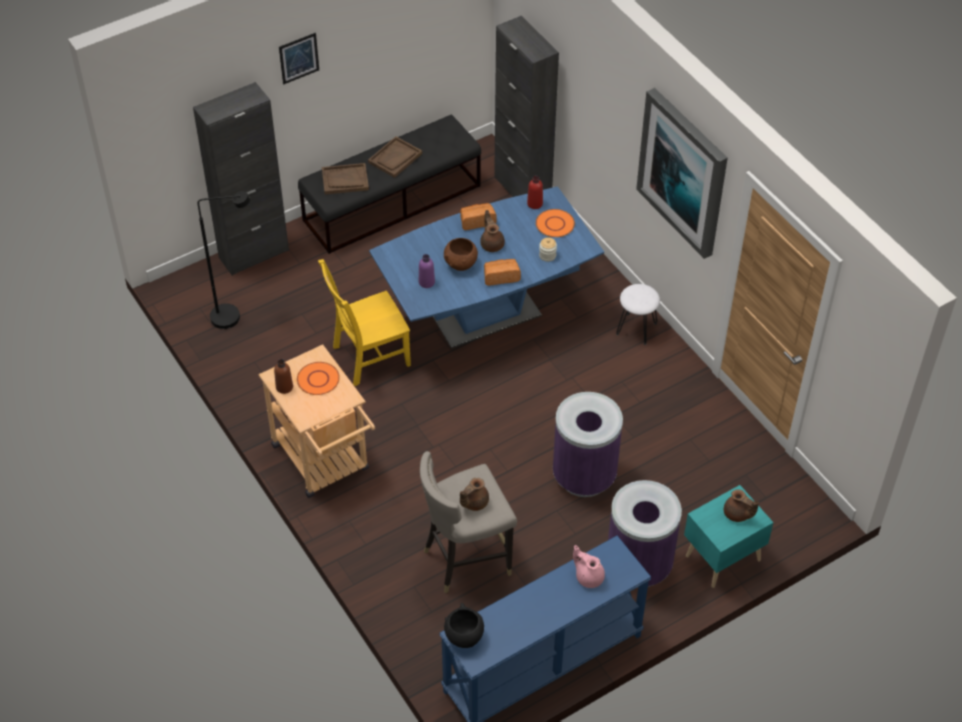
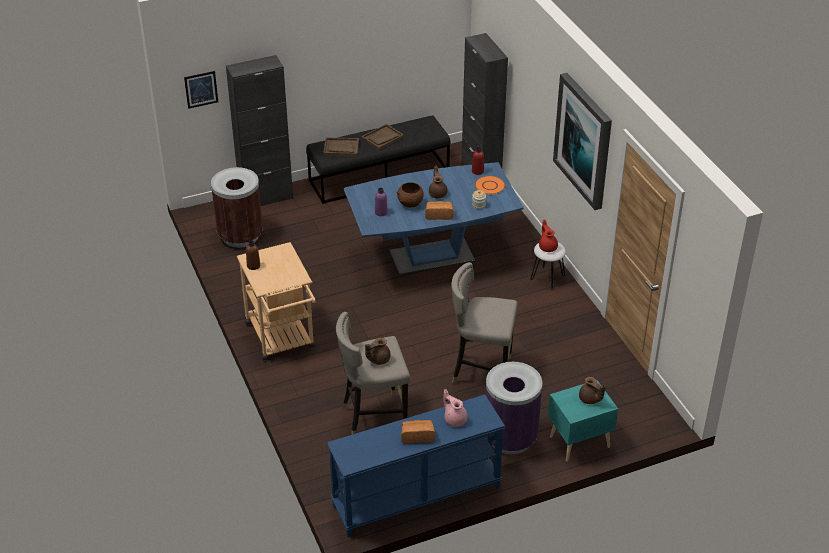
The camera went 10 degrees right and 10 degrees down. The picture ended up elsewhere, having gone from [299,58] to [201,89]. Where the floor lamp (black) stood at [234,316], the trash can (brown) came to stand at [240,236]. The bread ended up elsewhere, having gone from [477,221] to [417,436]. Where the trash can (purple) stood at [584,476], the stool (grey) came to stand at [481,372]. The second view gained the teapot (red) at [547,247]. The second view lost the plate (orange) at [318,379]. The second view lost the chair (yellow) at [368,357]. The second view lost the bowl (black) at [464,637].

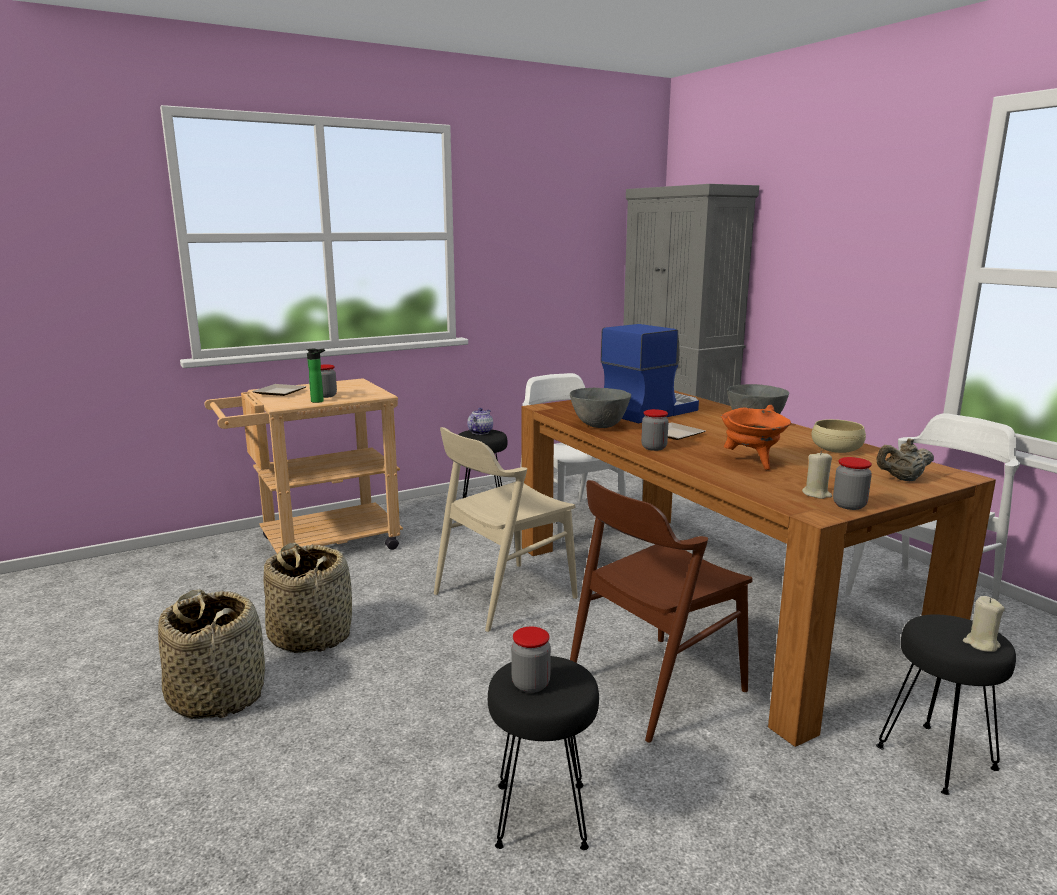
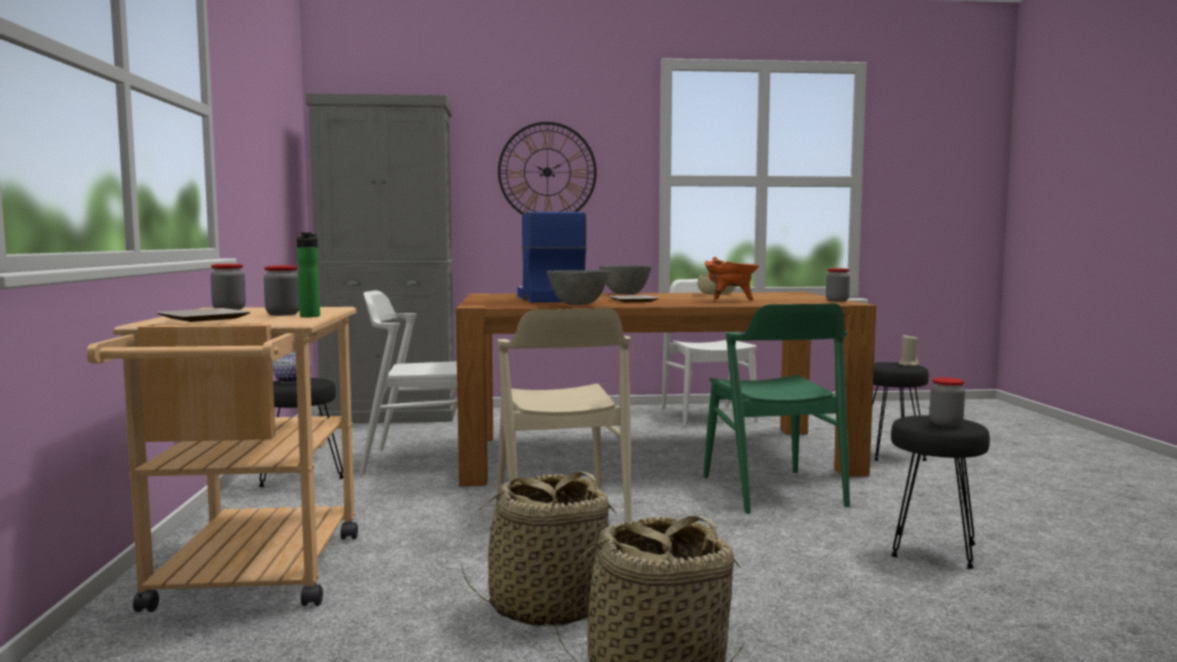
The camera went 65 degrees left and 10 degrees down. The jar ended up elsewhere, having gone from [654,448] to [229,309]. The second view gained the wall clock at [547,172]. What was the chair (brown) at [655,685] turned into the chair (green) at [773,491]. The second view lost the candle (beige) at [816,494]. The second view lost the teapot (beige) at [902,479].

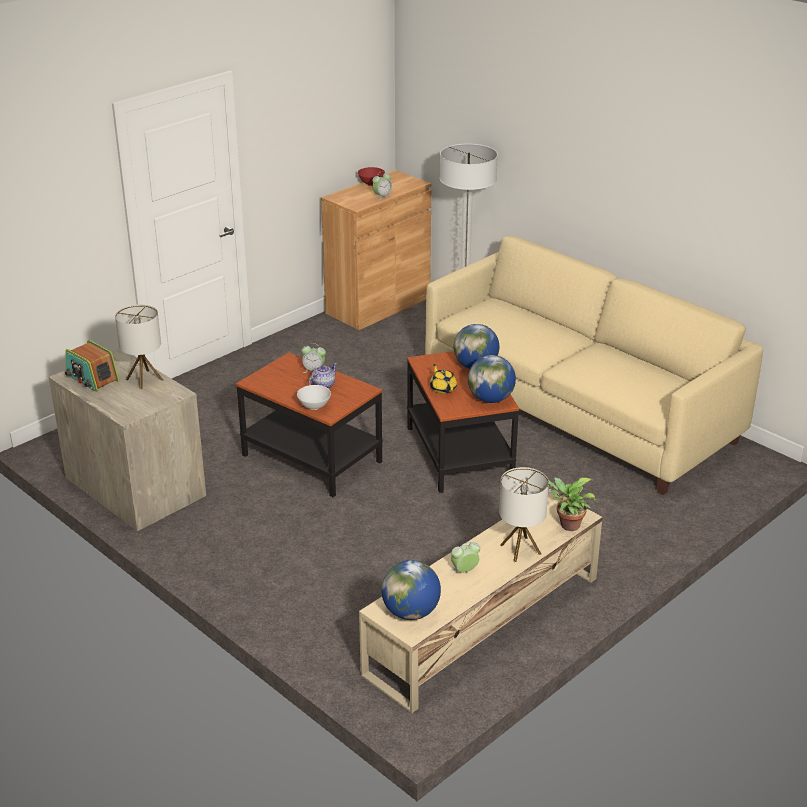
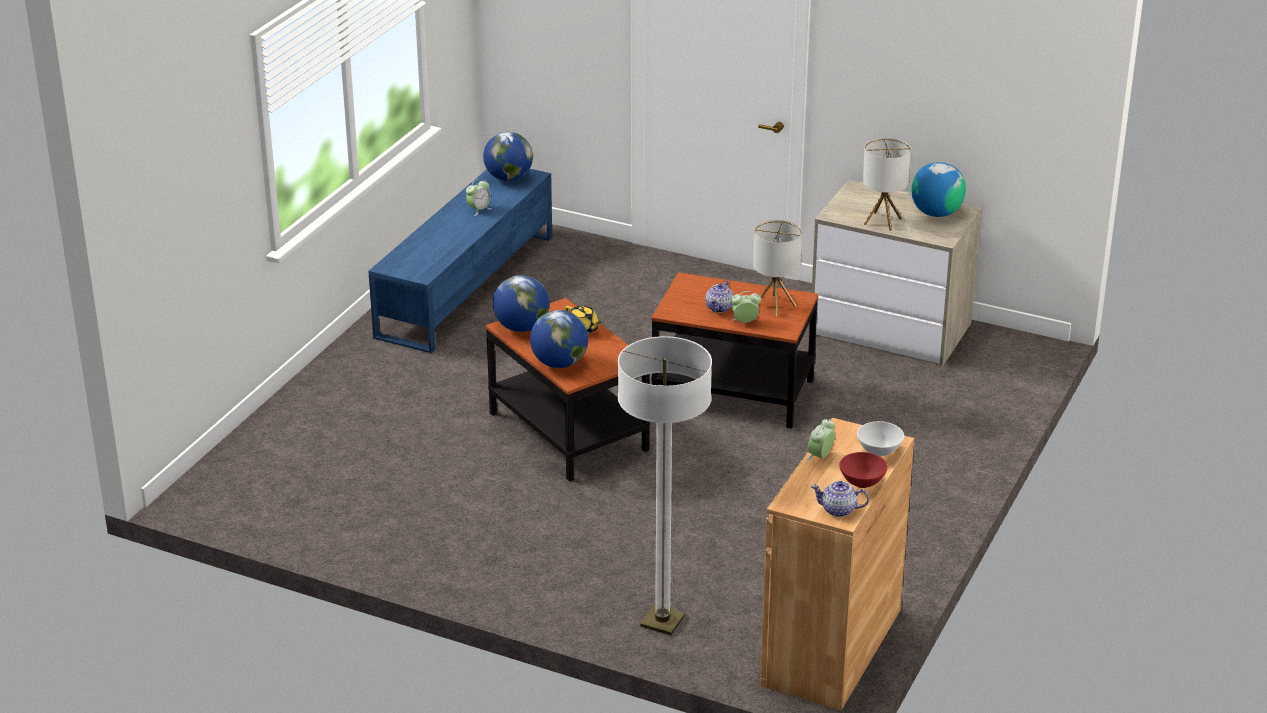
The camera went 160 degrees right and 0 degrees up. What was the tv stand (beige) at [482,625] turned into the tv stand (blue) at [467,285]. The table lamp ended up elsewhere, having gone from [520,549] to [775,305]. The second view gained the teapot at [839,510]. The bowl (white) ended up elsewhere, having gone from [314,407] to [879,452]. Where the radio stood at [92,378], the globe came to stand at [936,213]. The second view lost the sofa (beige) at [579,410]. The second view lost the potted plant at [567,525].

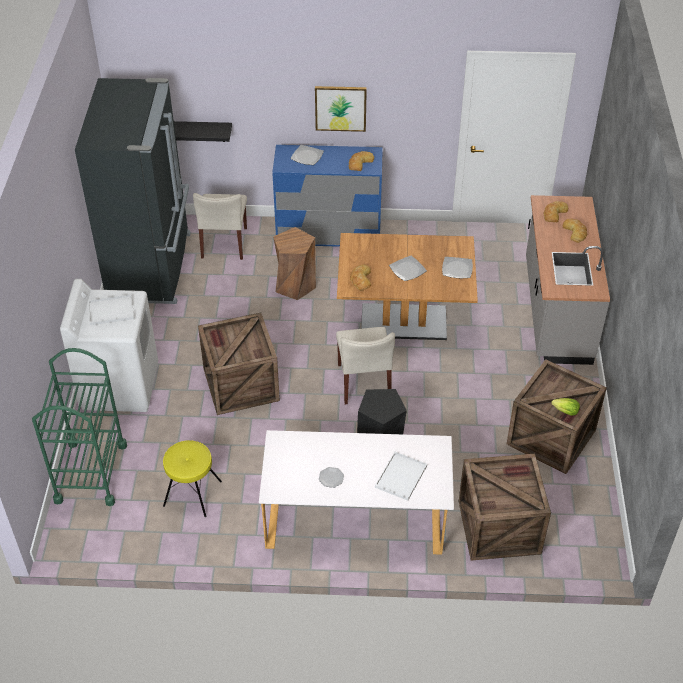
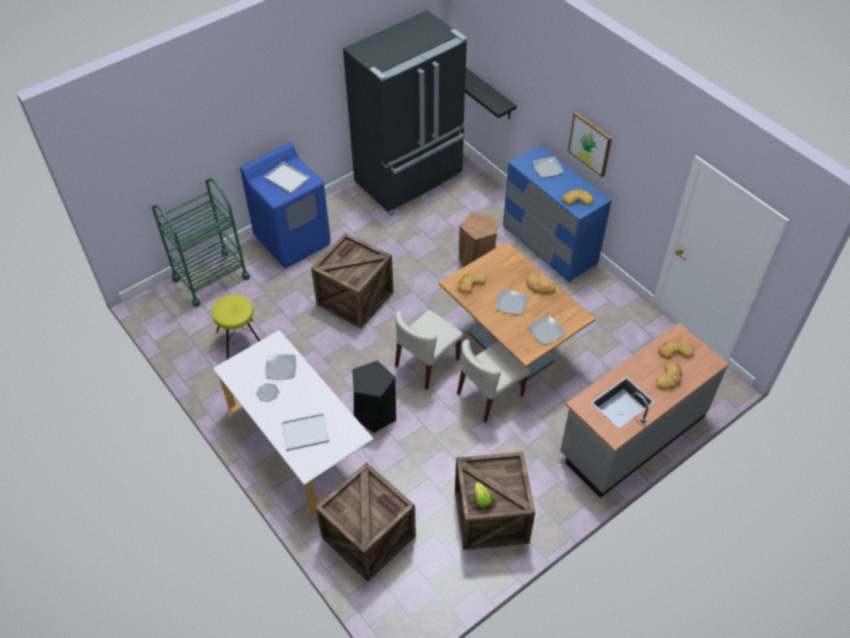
The camera went 50 degrees right and 5 degrees up. What was the washing machine (white) at [120,385] turned into the washing machine (blue) at [293,240]. The second view gained the plate at [280,367]. The chair (beige) ended up elsewhere, having gone from [224,243] to [490,395]. The second view gained the bread at [539,287].

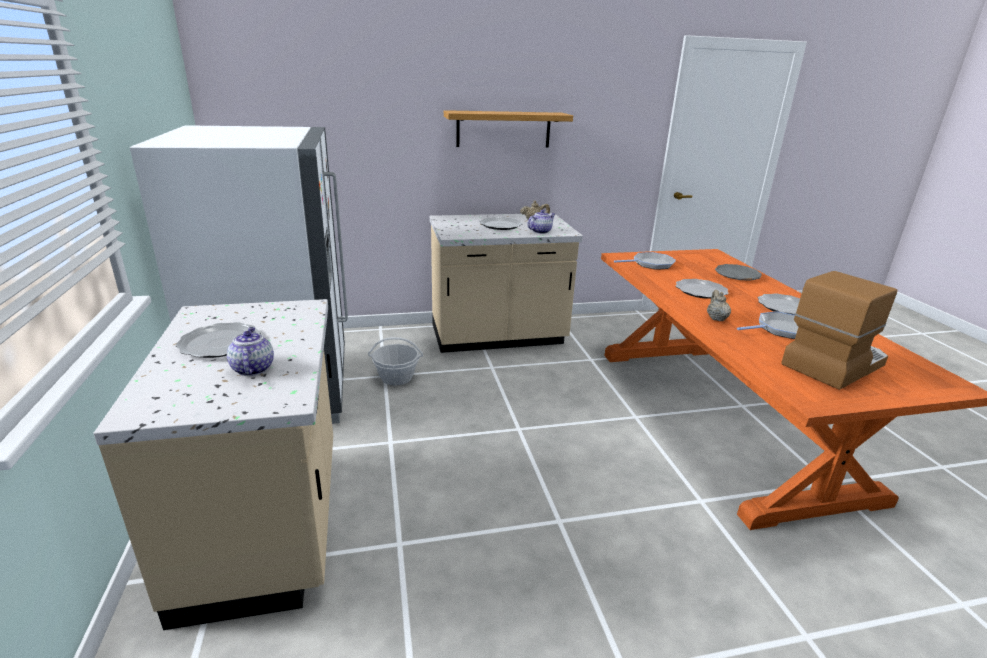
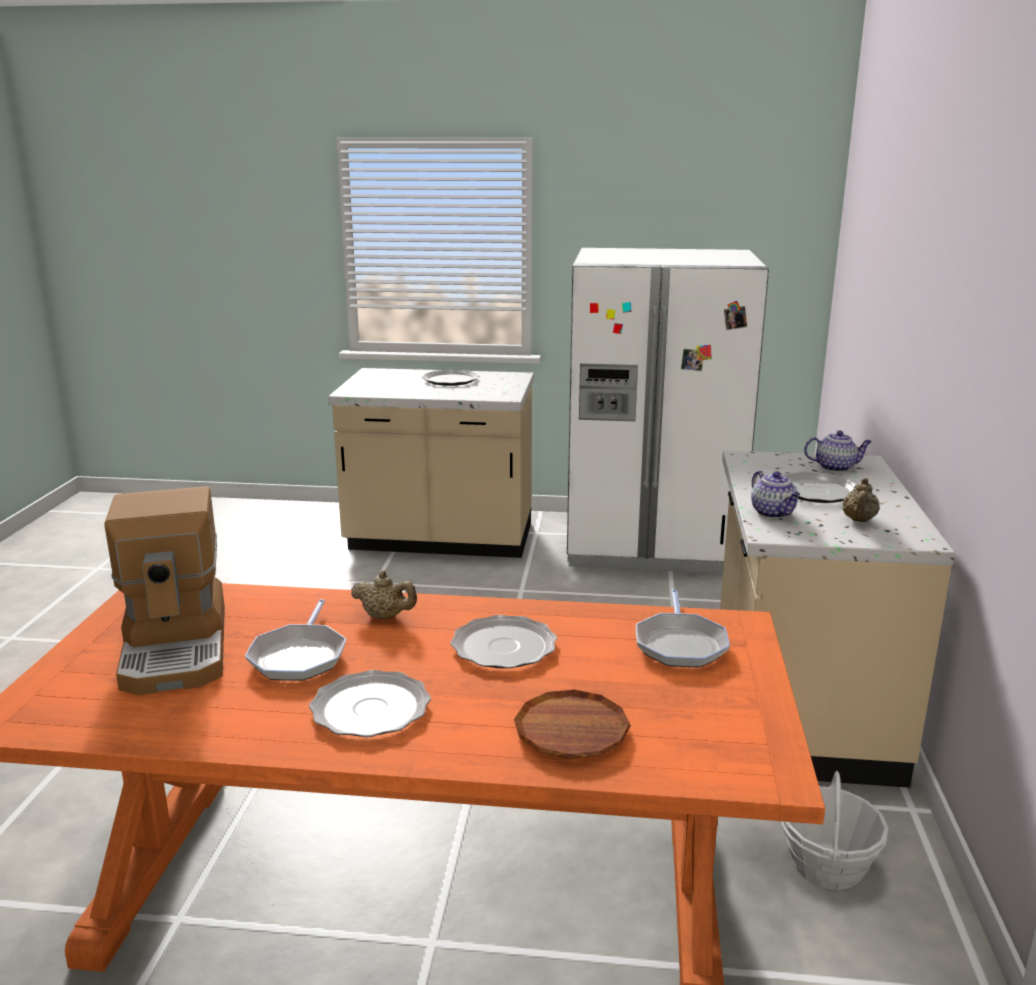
The camera went 110 degrees right and 5 degrees down. What was the plate (grey) at [737,275] turned into the plate (brown) at [571,731]. The basket ended up elsewhere, having gone from [396,377] to [827,866]. The teapot ended up elsewhere, having gone from [252,368] to [836,467]. The second view lost the shelf at [503,129].

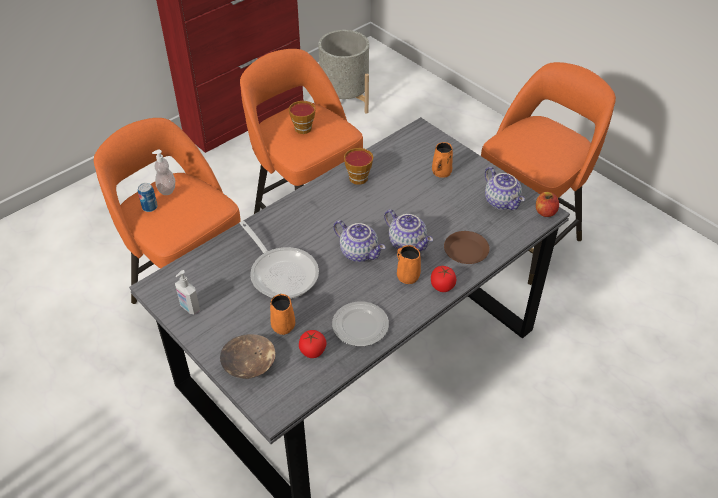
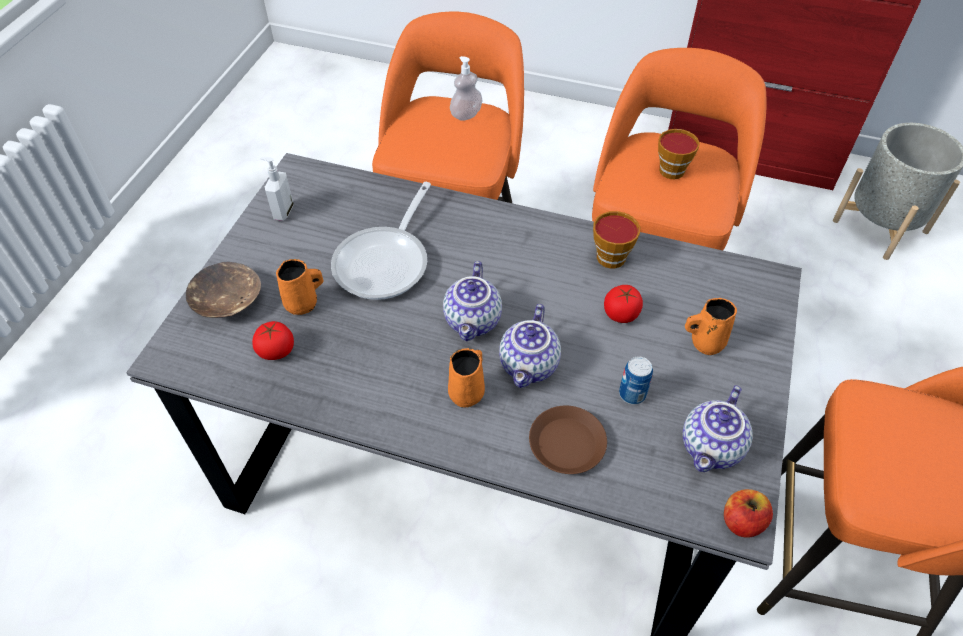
The camera went 60 degrees right and 5 degrees up. The tomato ended up elsewhere, having gone from [442,286] to [621,314]. The can ended up elsewhere, having gone from [150,207] to [632,394]. The second view lost the plate at [360,325].

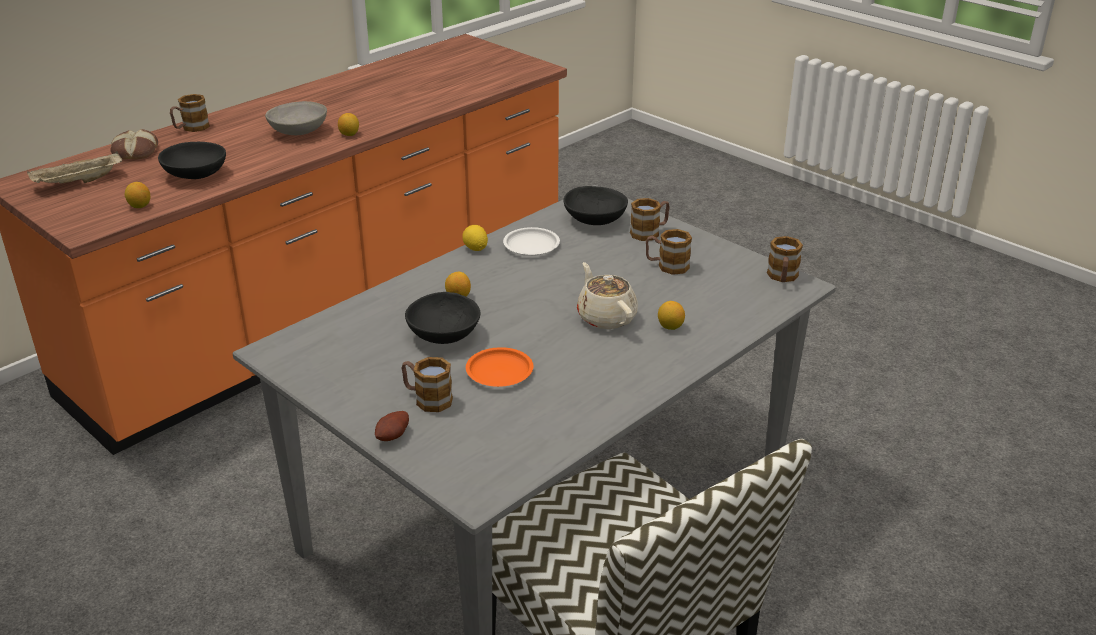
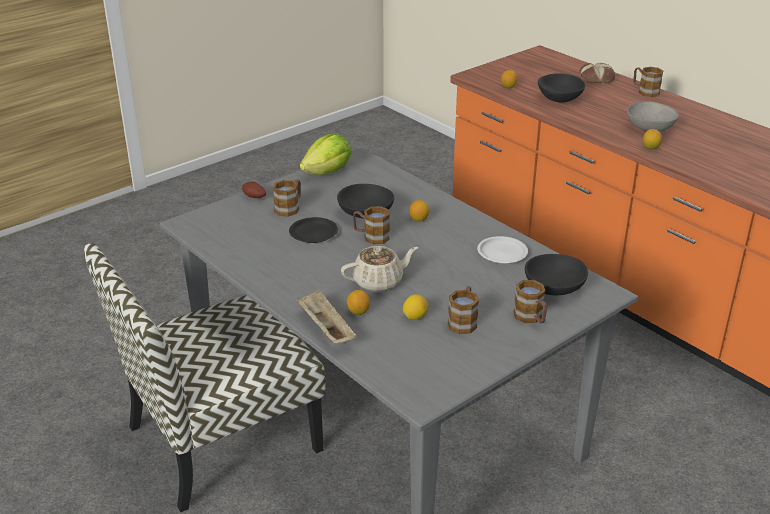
The camera went 95 degrees right and 0 degrees up. What was the plate (orange) at [500,371] turned into the plate (black) at [313,234]. The tray (beige) ended up elsewhere, having gone from [78,182] to [325,329]. The second view gained the lettuce at [328,172]. The mug ended up elsewhere, having gone from [782,277] to [371,236]. The lemon ended up elsewhere, having gone from [475,249] to [415,317].

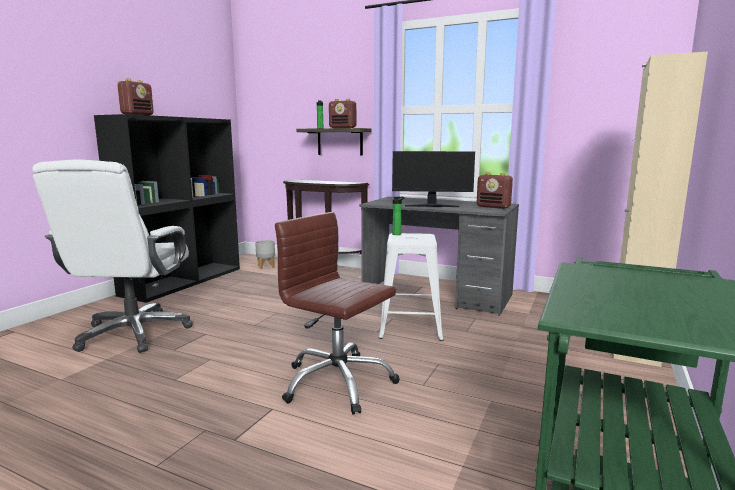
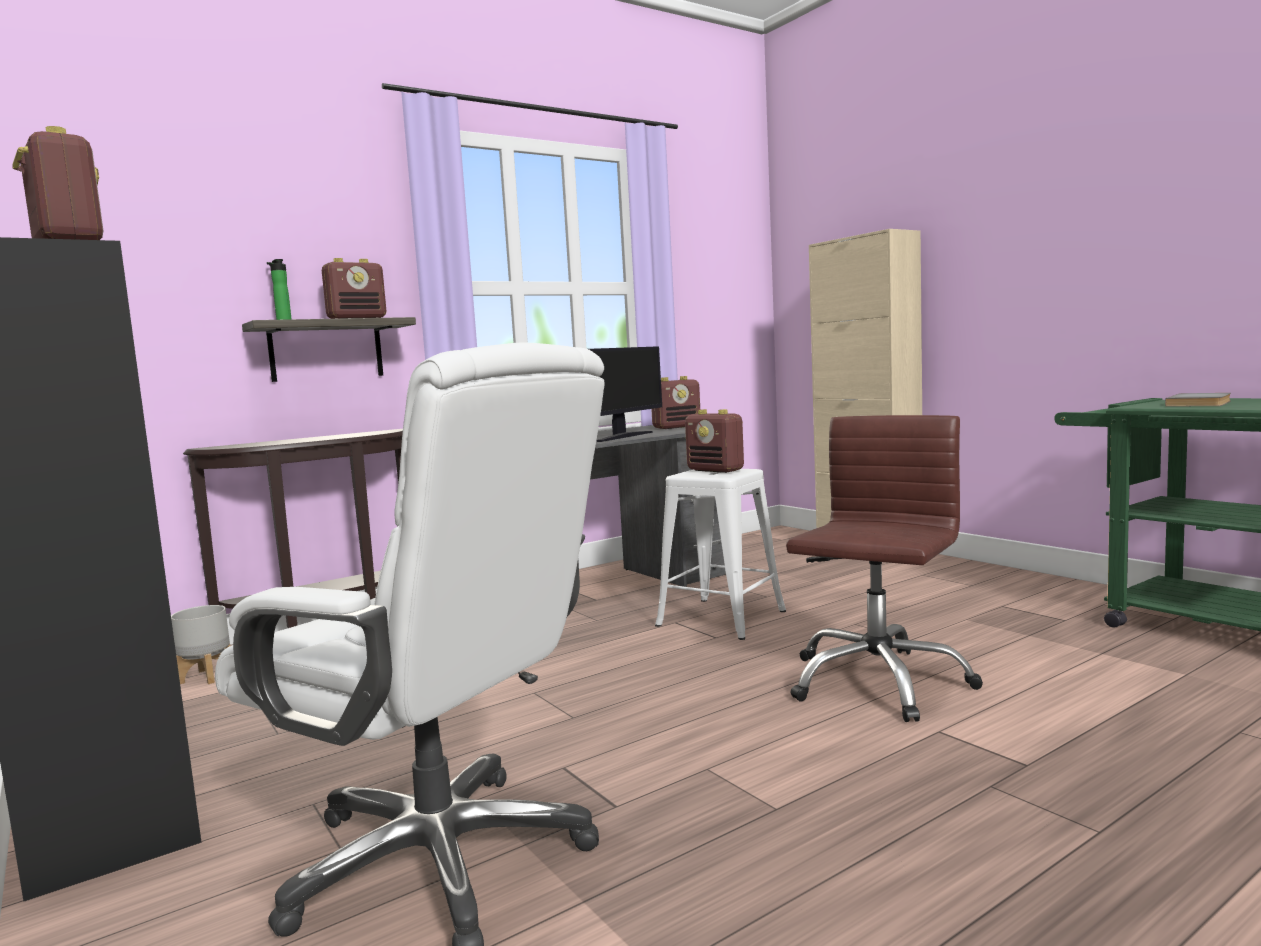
The camera went 60 degrees left and 5 degrees down. The second view gained the radio at [716,470]. The office chair (brown) at [337,383] ended up facing another way, 150 degrees clockwise from before. The second view gained the book (grey) at [1201,403]. The second view lost the bottle at [397,234].

